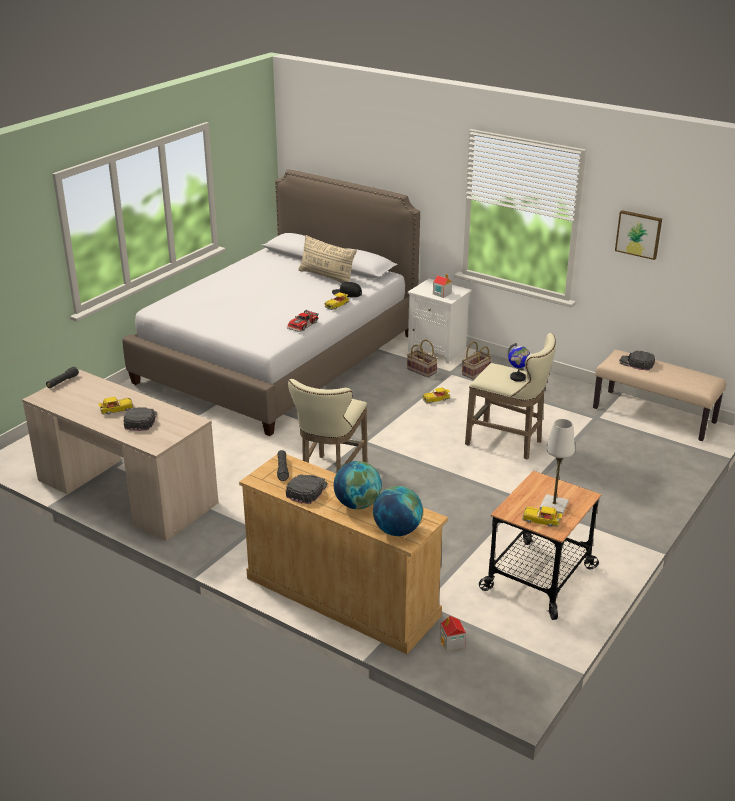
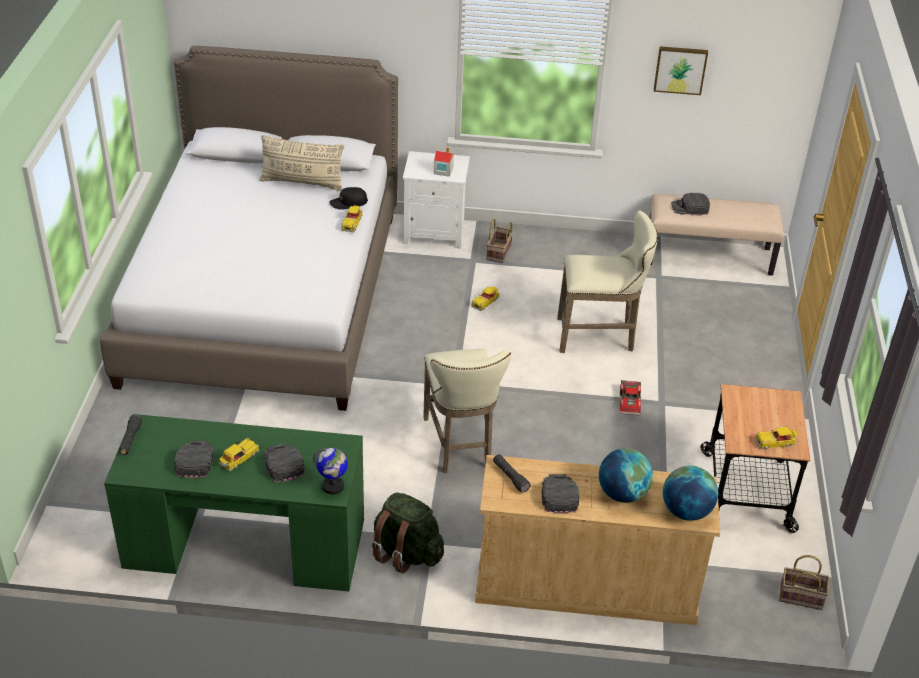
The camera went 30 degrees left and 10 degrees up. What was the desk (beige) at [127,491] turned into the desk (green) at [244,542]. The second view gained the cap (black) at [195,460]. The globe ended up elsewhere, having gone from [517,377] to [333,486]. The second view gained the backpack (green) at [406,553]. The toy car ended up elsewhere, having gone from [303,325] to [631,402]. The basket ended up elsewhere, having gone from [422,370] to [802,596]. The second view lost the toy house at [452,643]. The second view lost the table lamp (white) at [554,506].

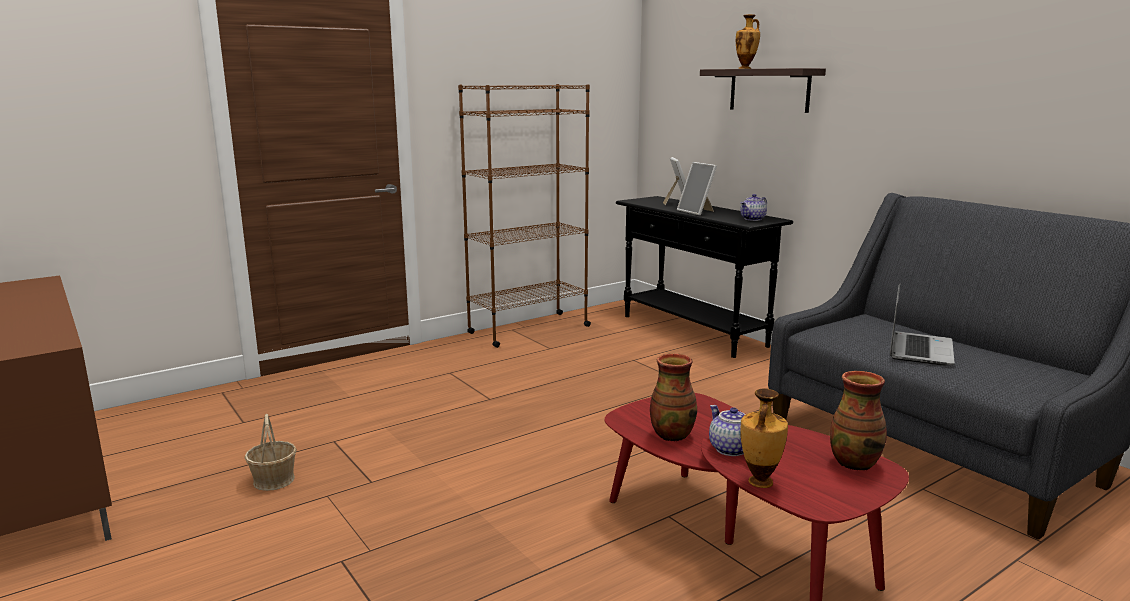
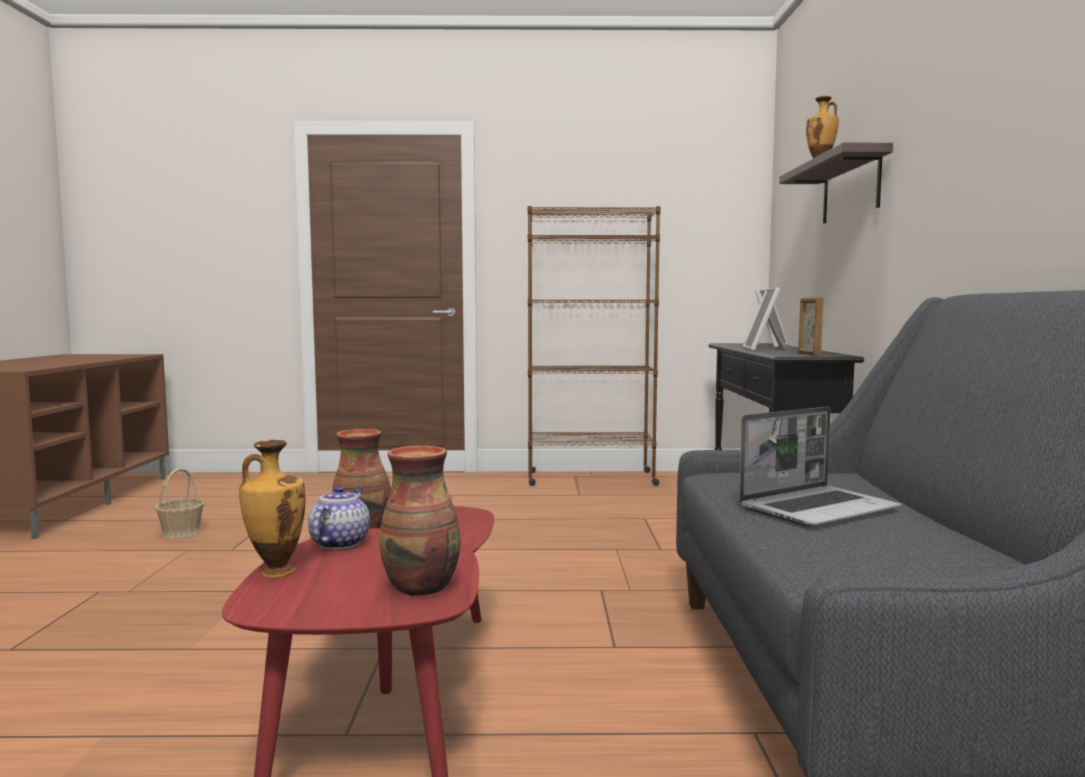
The camera went 35 degrees right and 10 degrees down. Where the teapot stood at [753,219], the picture frame came to stand at [809,354].

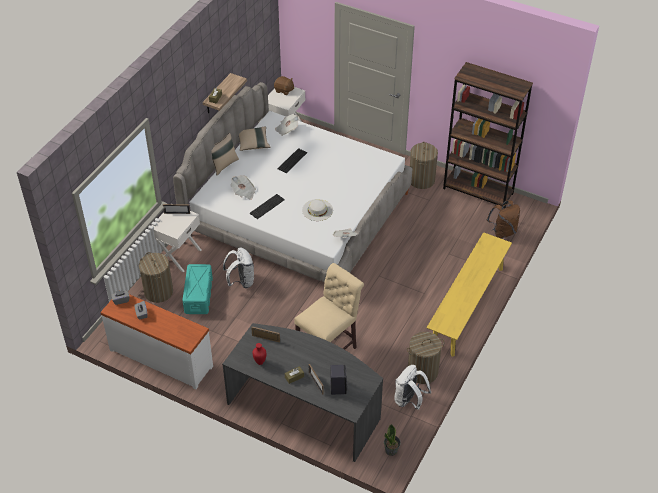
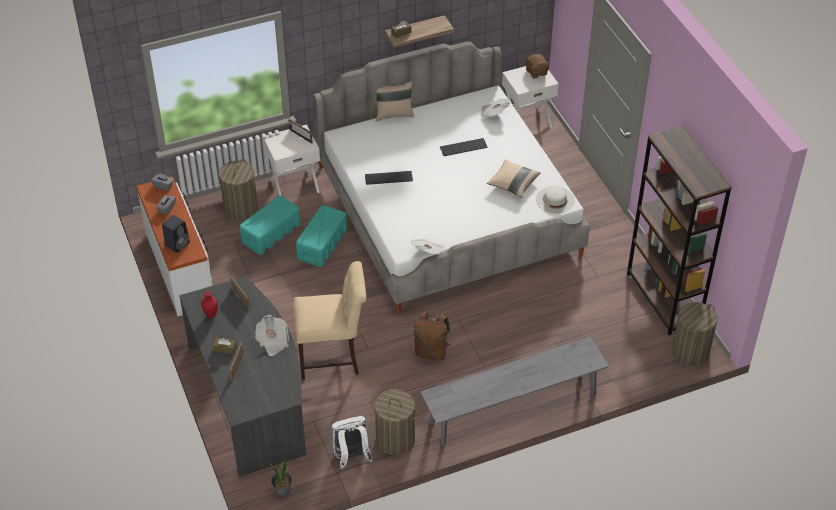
The camera went 40 degrees right and 0 degrees up. The speaker (black) ended up elsewhere, having gone from [338,387] to [177,243]. The newspaper ended up elsewhere, having gone from [243,192] to [273,341]. Where the backpack (white) stood at [241,281], the storage box (turquoise) came to stand at [322,244]. The backpack (brown) ended up elsewhere, having gone from [502,232] to [431,351]. What was the bench (yellow) at [467,307] turned into the bench (grey) at [513,408]. The pillow (beige) ended up elsewhere, having gone from [253,143] to [513,184]. The hat (white) ended up elsewhere, having gone from [317,210] to [555,200]. The laundry basket ended up elsewhere, having gone from [421,180] to [690,352].

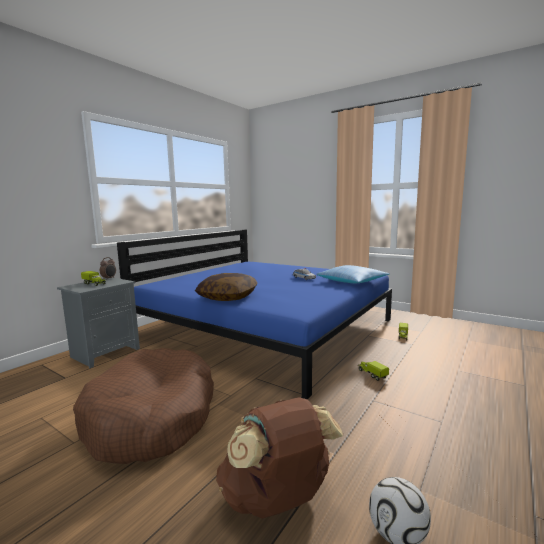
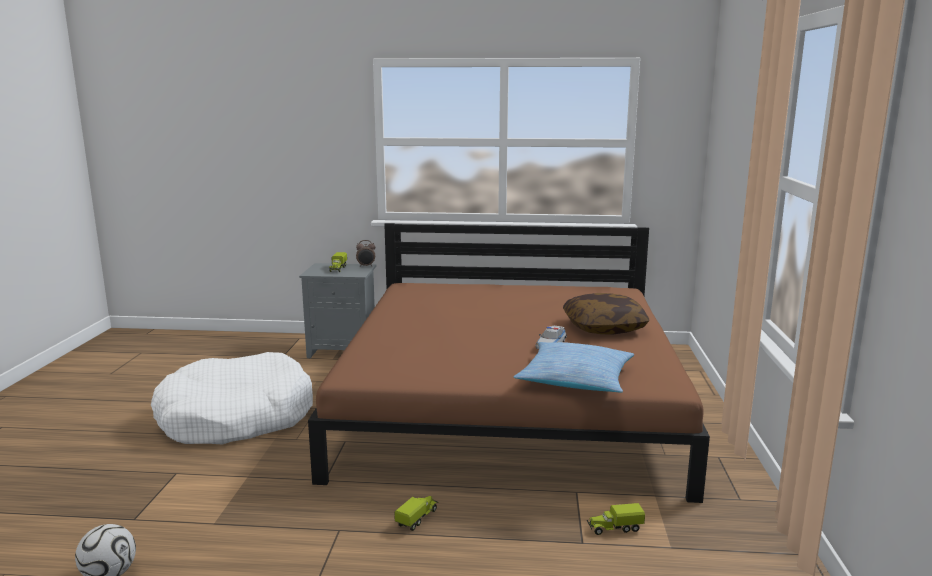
The camera went 60 degrees right and 5 degrees up. What was the dog bed (brown) at [152,417] turned into the dog bed (white) at [236,417]. What was the bed (blue) at [265,328] turned into the bed (brown) at [509,404]. The pillow ended up elsewhere, having gone from [228,297] to [604,327]. The second view lost the backpack (brown) at [277,500].

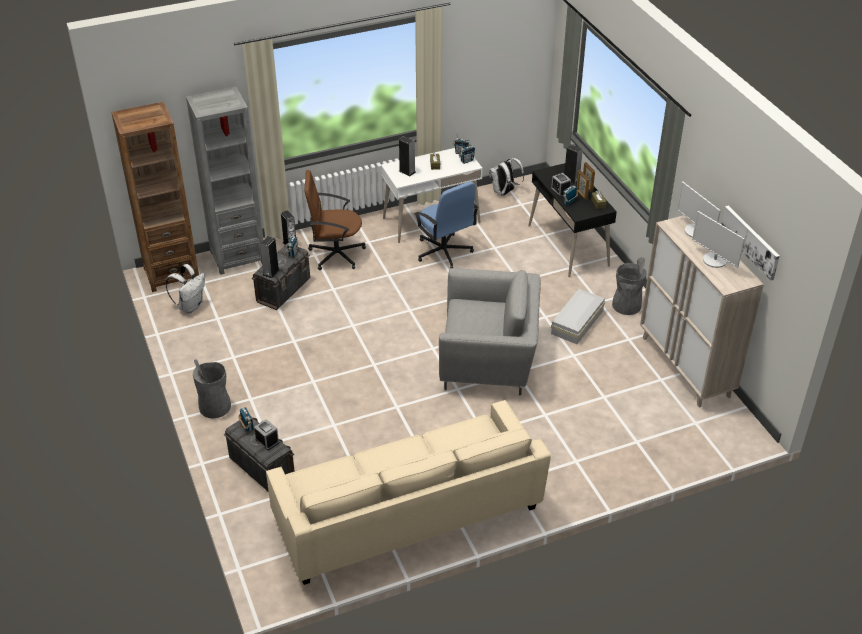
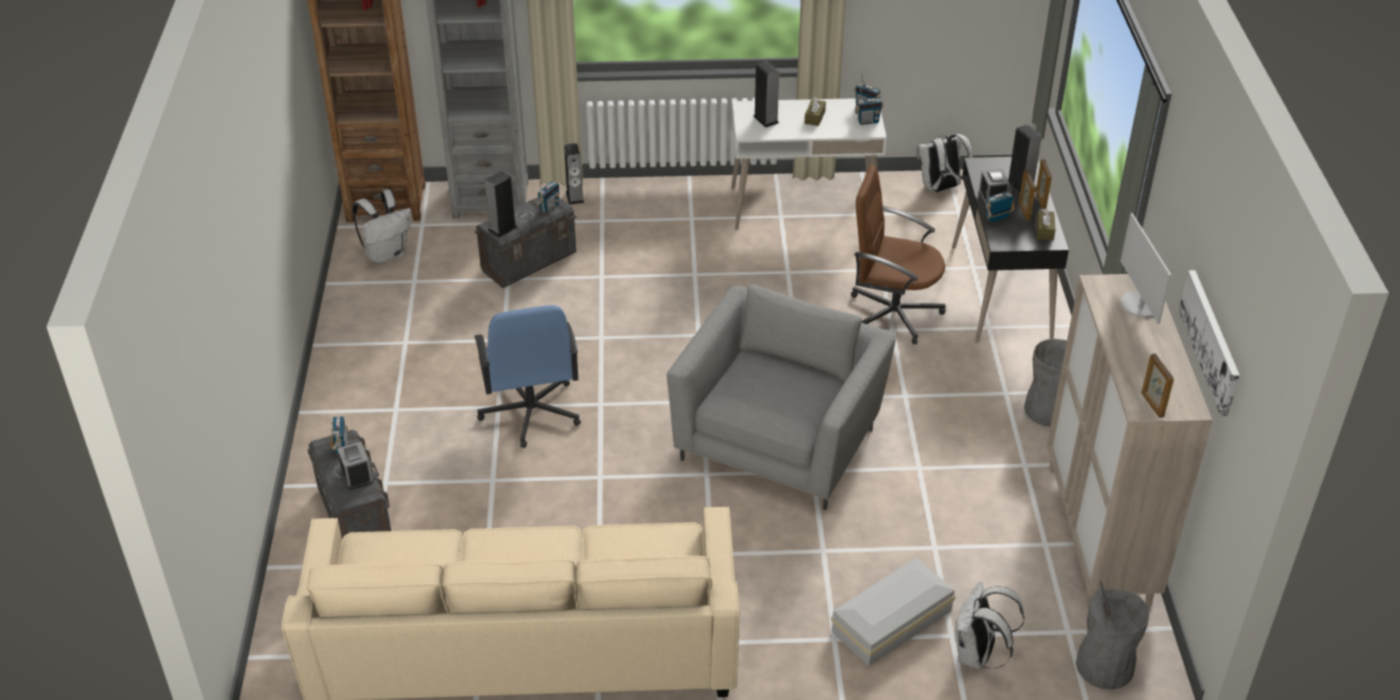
The camera went 20 degrees right and 0 degrees up. The office chair (blue) ended up elsewhere, having gone from [443,252] to [530,412]. The armchair (grey) at [489,359] ended up facing another way, 90 degrees counterclockwise from before. The storage box (white) ended up elsewhere, having gone from [576,322] to [889,621]. The office chair (brown) ended up elsewhere, having gone from [335,254] to [892,313]. The second view gained the backpack (white) at [977,655]. The trash can (grey) ended up elsewhere, having gone from [215,407] to [1104,666]. The second view gained the picture frame at [1152,405]. The second view lost the monitor at [714,260].

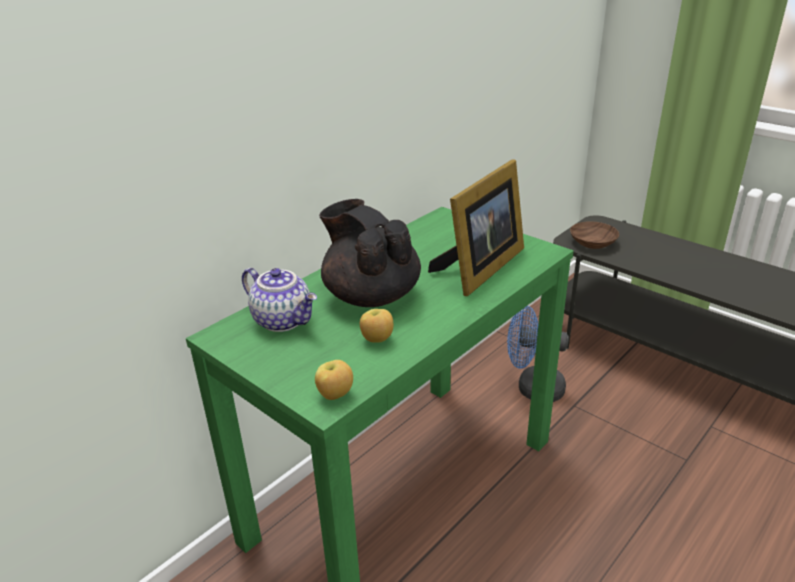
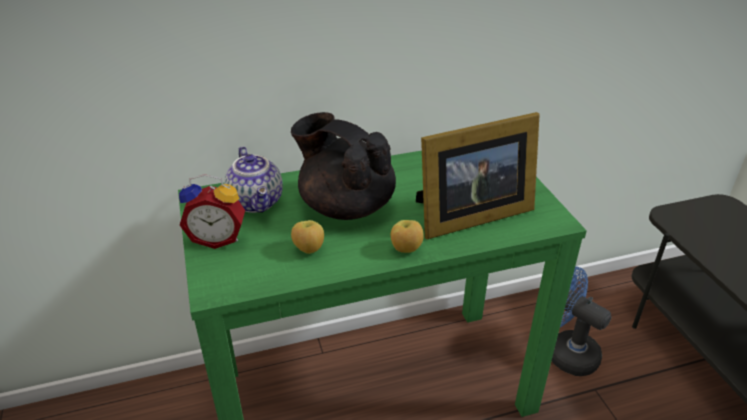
The camera went 30 degrees right and 5 degrees up. The second view gained the alarm clock at [218,238]. The teapot (black) at [371,295] ended up facing another way, 45 degrees counterclockwise from before. The apple ended up elsewhere, having gone from [335,395] to [406,249]. The second view lost the bowl (brown) at [593,242].

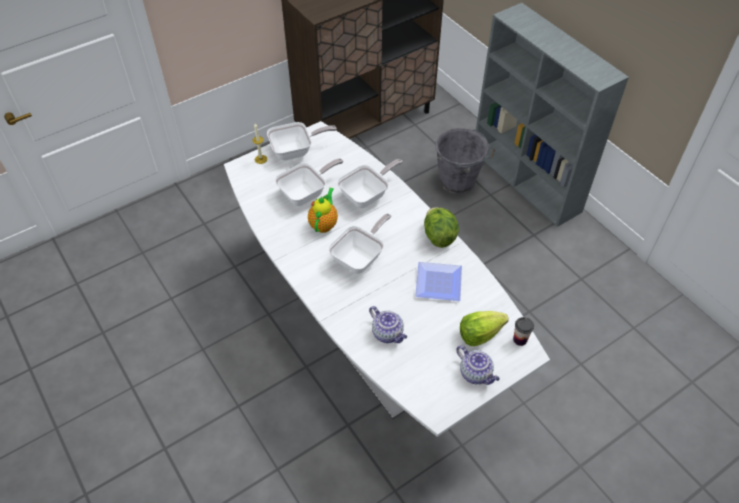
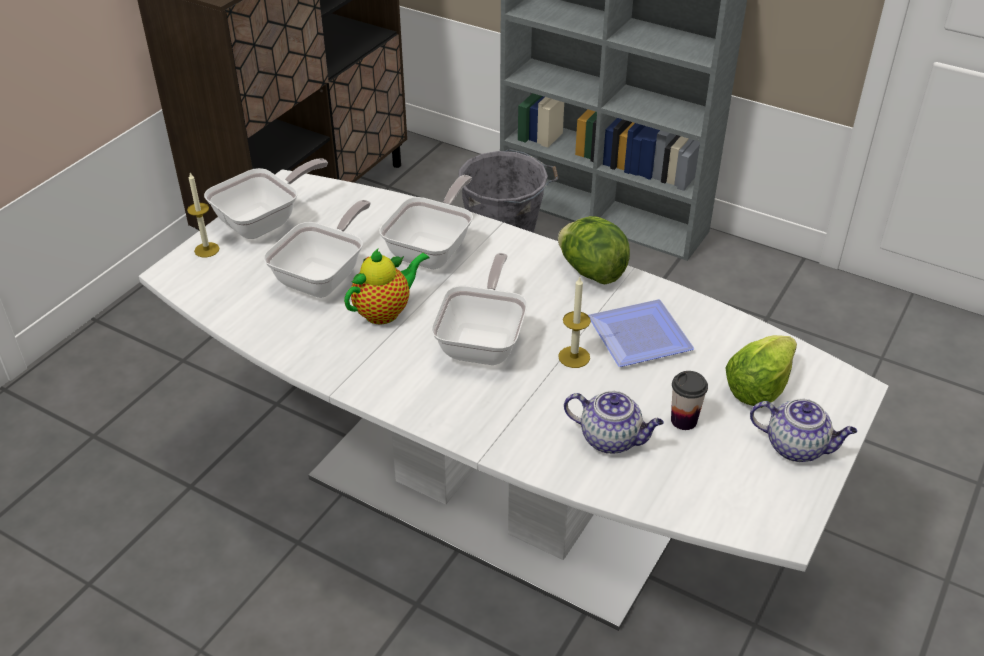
The camera went 25 degrees left and 10 degrees down. The teapot at [324,224] ended up facing another way, 60 degrees clockwise from before. The second view gained the candle at [574,357]. The cup ended up elsewhere, having gone from [520,339] to [683,420].

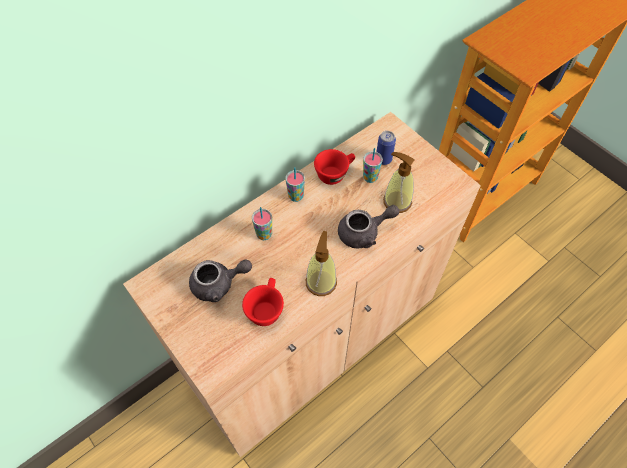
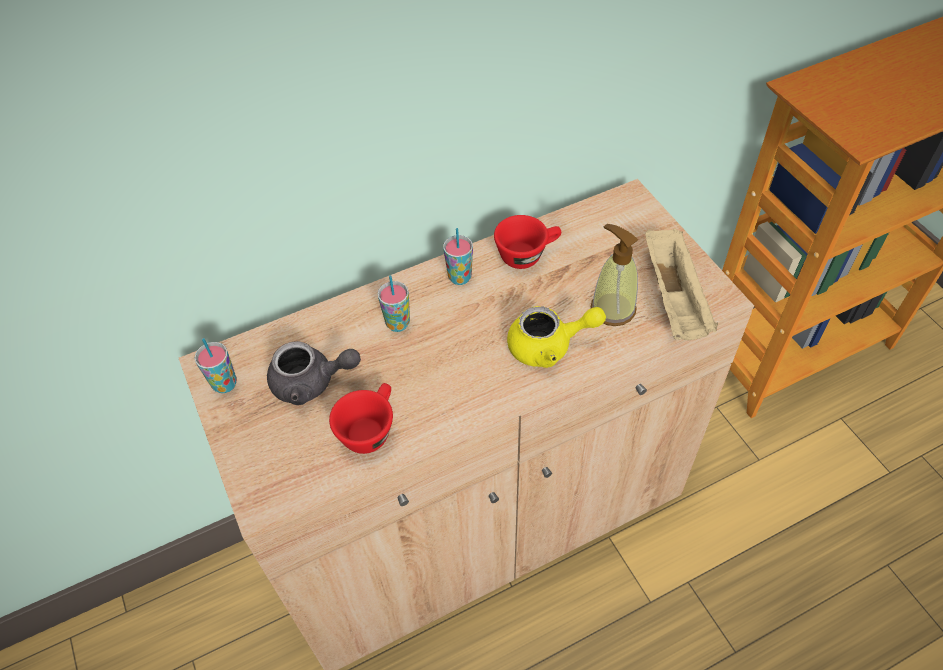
The camera went 15 degrees right and 5 degrees down. The cup ended up elsewhere, having gone from [370,178] to [225,384]. What was the teapot (grey) at [364,233] turned into the teapot (yellow) at [549,346]. The second view gained the tray (beige) at [675,299]. The second view lost the soap dispenser at [321,282]. The second view lost the can at [383,159].

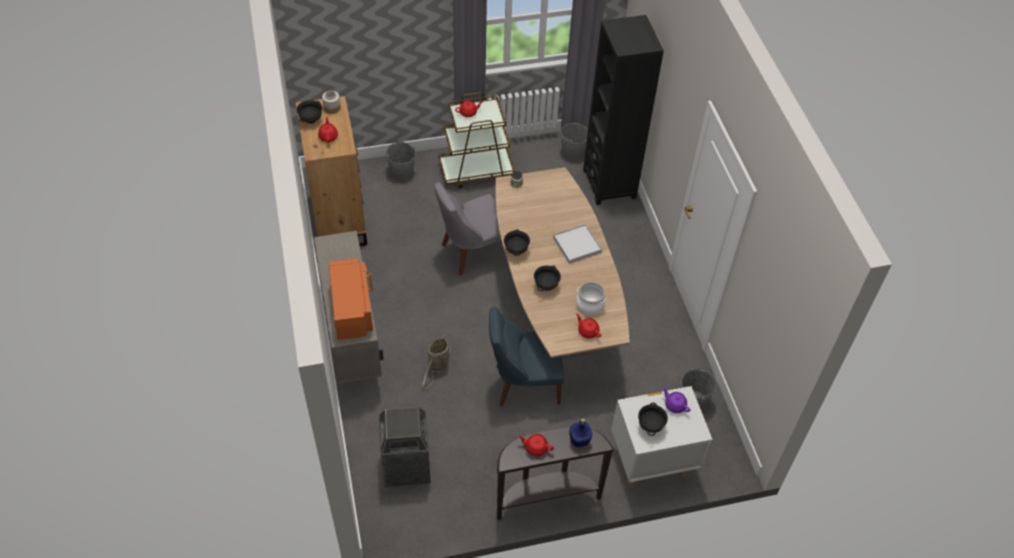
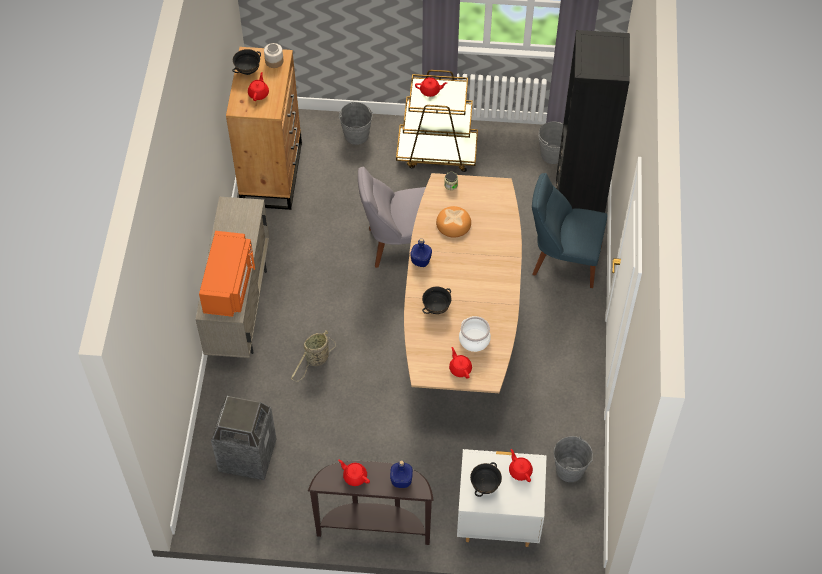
The camera went 20 degrees right and 5 degrees up. Where the bowl (black) stood at [516,251], the bottle (blue) came to stand at [421,261]. The second view gained the bread at [453,224]. What was the teapot (purple) at [675,405] turned into the teapot (red) at [520,471]. The chair (blue) ended up elsewhere, having gone from [524,384] to [563,260]. The second view lost the tray (white) at [577,245].

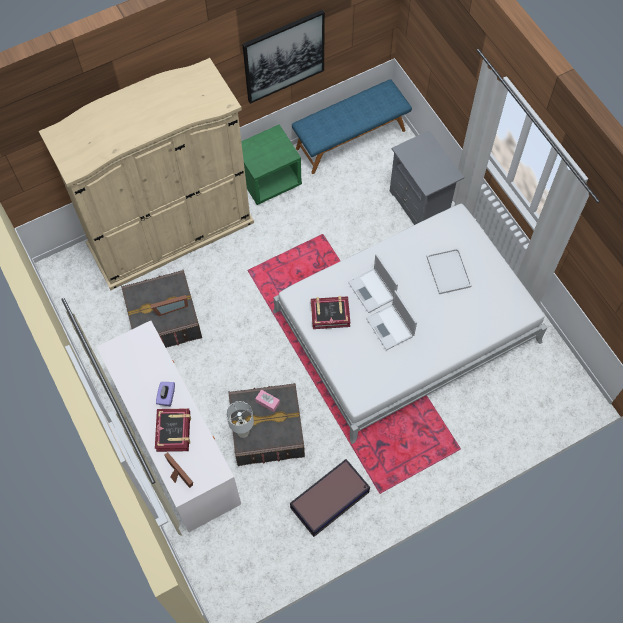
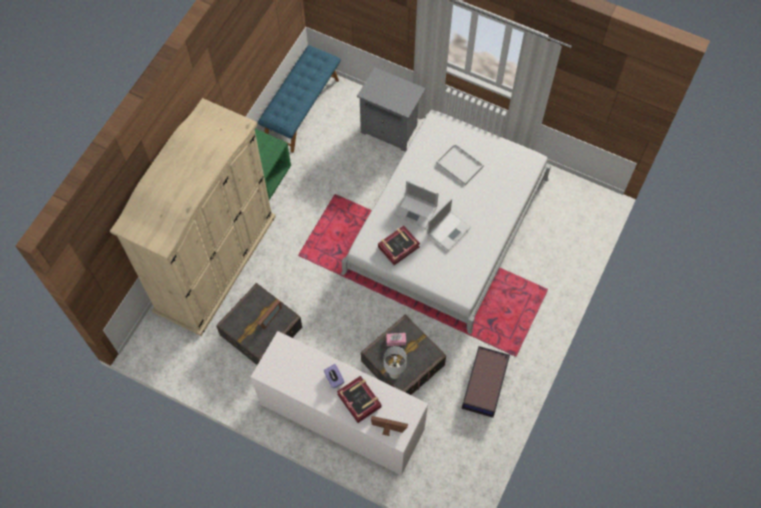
The camera went 35 degrees left and 0 degrees up. The laptop at [390,328] ended up facing another way, 75 degrees counterclockwise from before. The second view lost the picture at [284,56].

